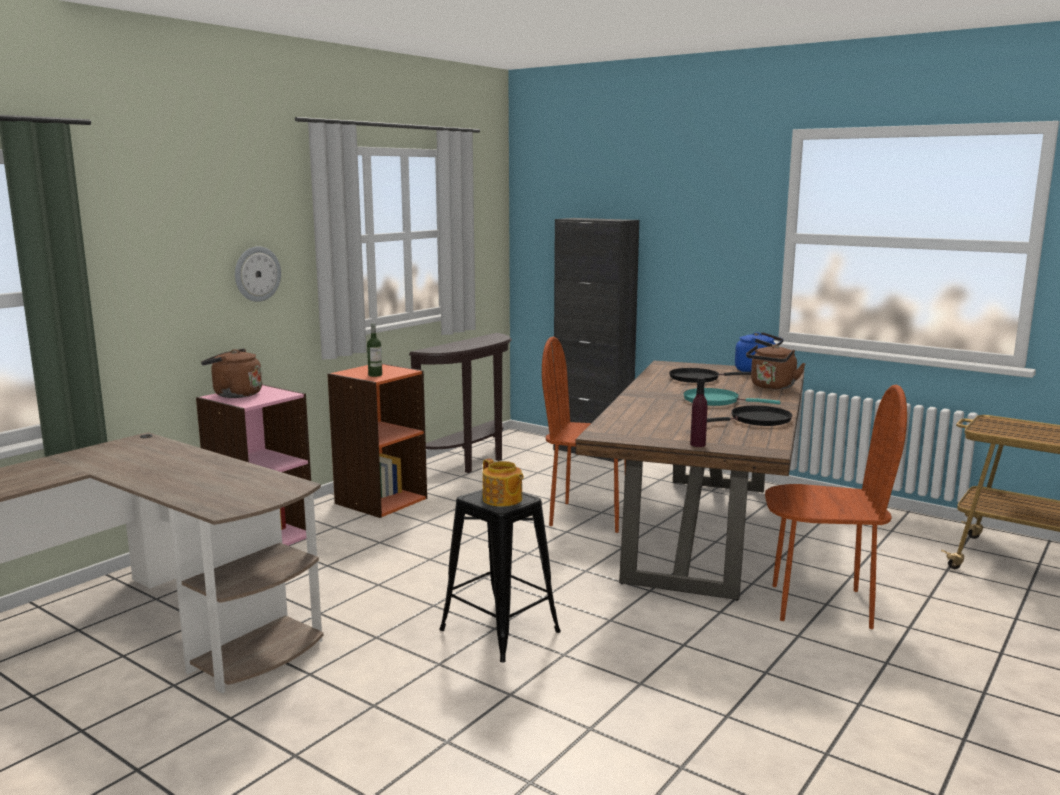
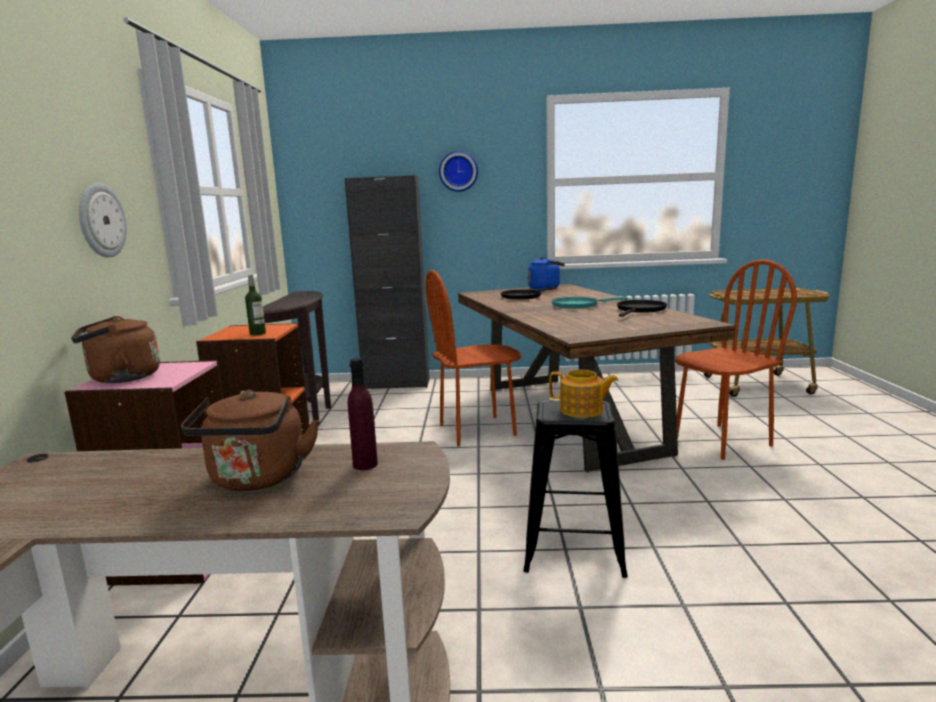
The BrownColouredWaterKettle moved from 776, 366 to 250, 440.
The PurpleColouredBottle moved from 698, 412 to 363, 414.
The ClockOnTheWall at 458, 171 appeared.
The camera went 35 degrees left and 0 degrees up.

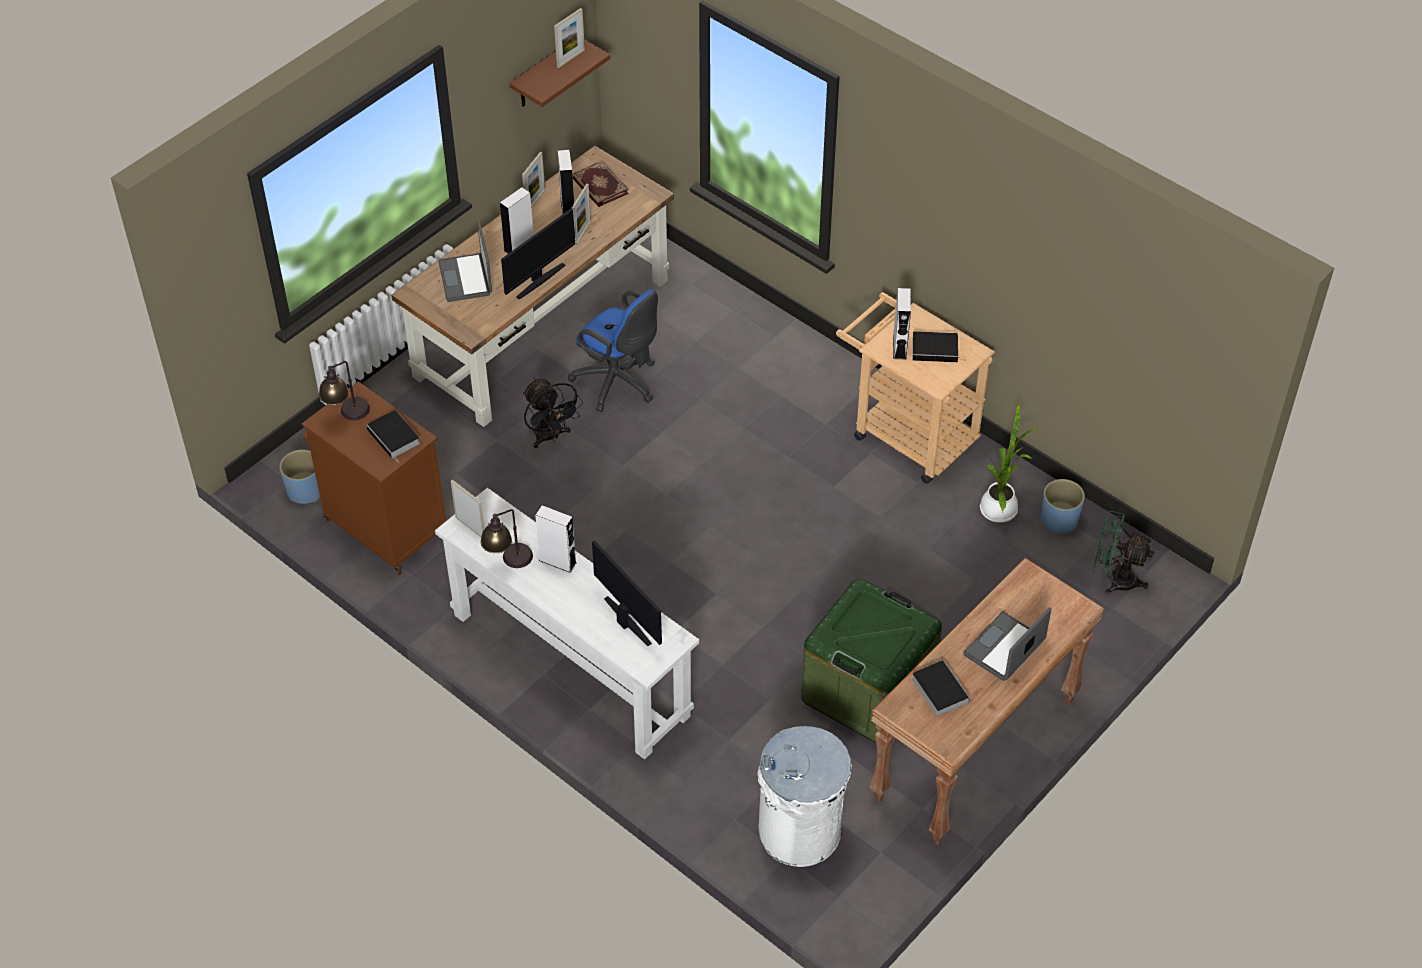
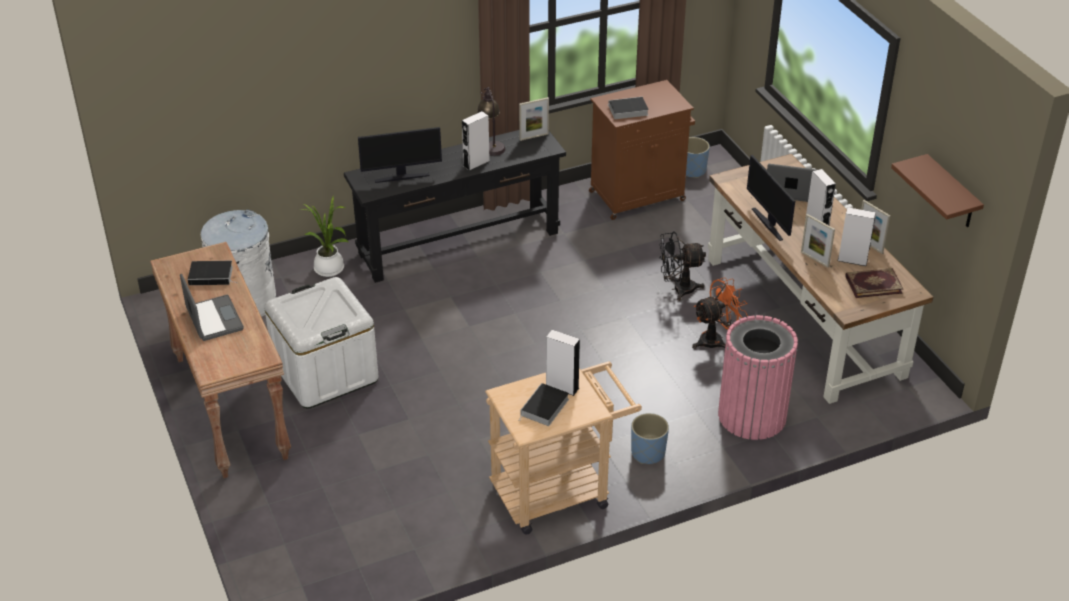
The PhotoFrame at 569, 38 disappeared.
The BlueComputerChair at 613, 350 was replaced by the OrangeyElectricFan at 720, 313.
The LampForATable at 344, 390 disappeared.
The Houseplant moved from 1010, 463 to 325, 237.
The BluePlantPot moved from 1063, 507 to 650, 438.
The WhiteColouredNarrowTable at 567, 623 became the BlackNarrowTable at 455, 206.
The GreenishElectricFan at 1123, 553 disappeared.
The GreenishStorageBin at 871, 661 became the WhiteColouredStorageBin at 322, 342.
The PinkColouredRubbishBin at 758, 377 appeared.
The camera went 115 degrees right and 10 degrees down.

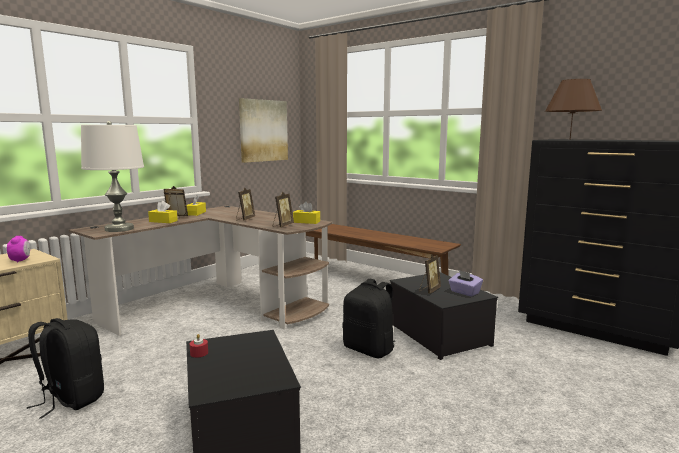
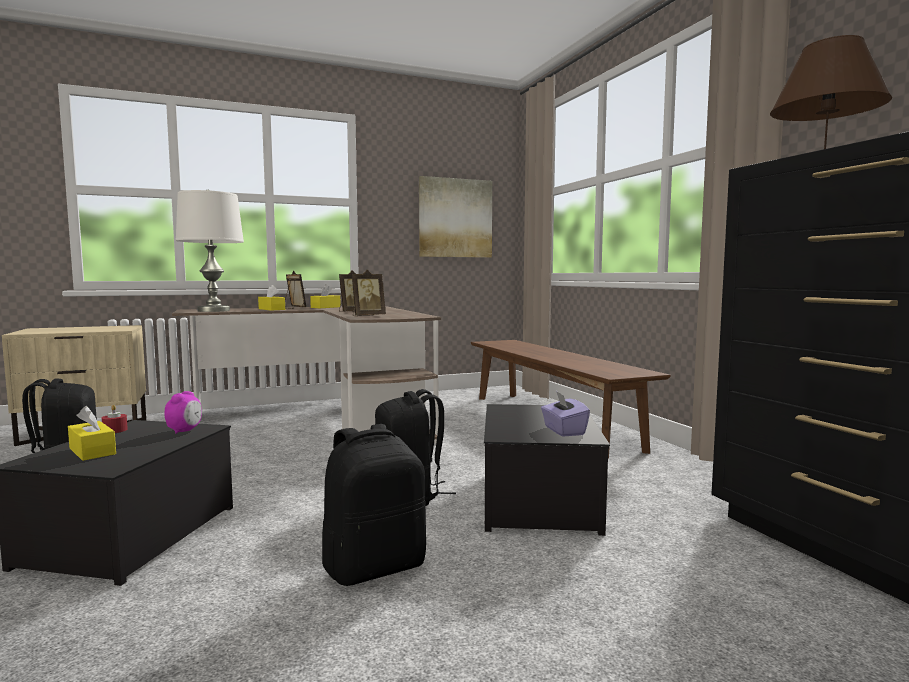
The YellowBoxOfTissues moved from 306, 212 to 92, 433.
The AlarmClock moved from 18, 249 to 183, 412.
The PhotoFrame at 430, 274 disappeared.
The BlackKnapsack at 374, 505 appeared.
The camera went 30 degrees right and 5 degrees down.

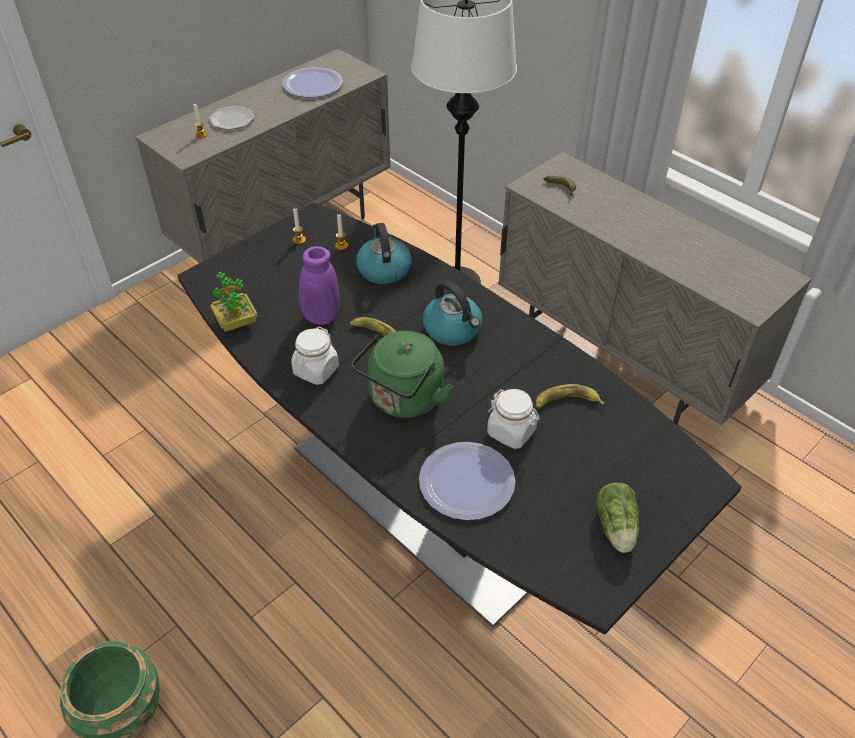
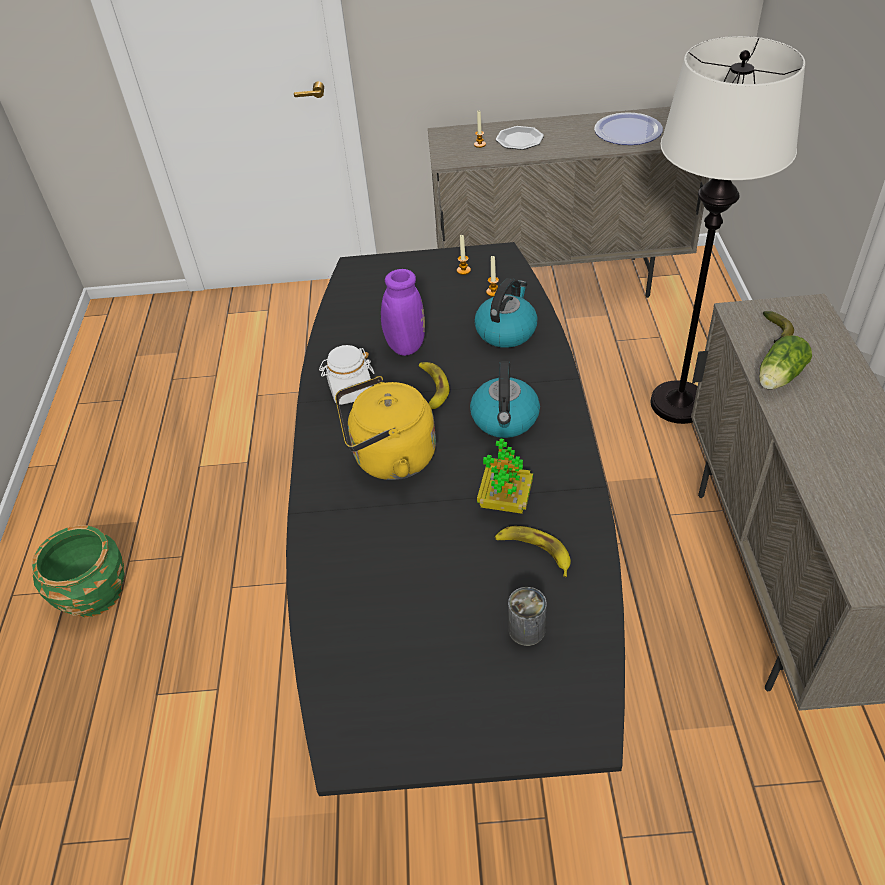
The Houseplant moved from 234, 302 to 505, 476.
The GreenishWaterKettle at 402, 374 became the YellowWaterKettle at 385, 428.
The WhiteColouredStorageJar at 513, 419 disappeared.
The Plate at 467, 481 disappeared.
The HeadOfLettuce moved from 617, 518 to 785, 362.
The SealedCan at 527, 616 appeared.
The camera went 45 degrees right and 0 degrees up.

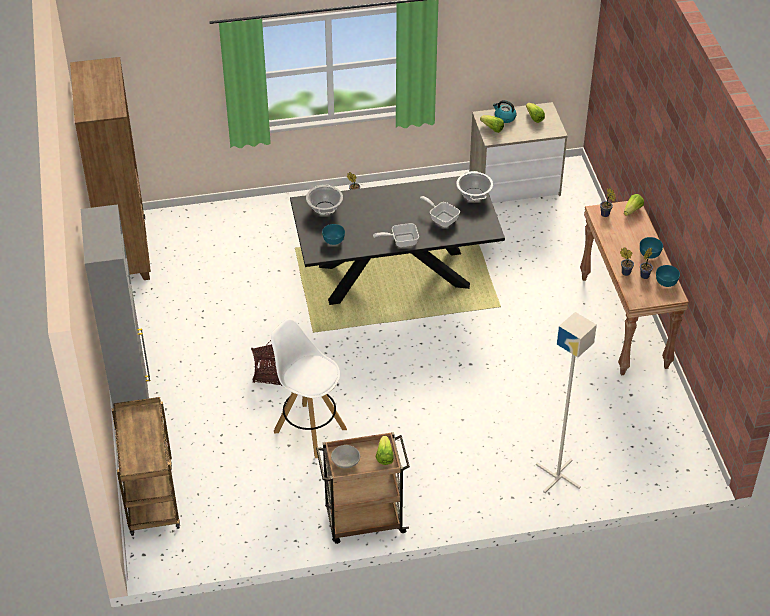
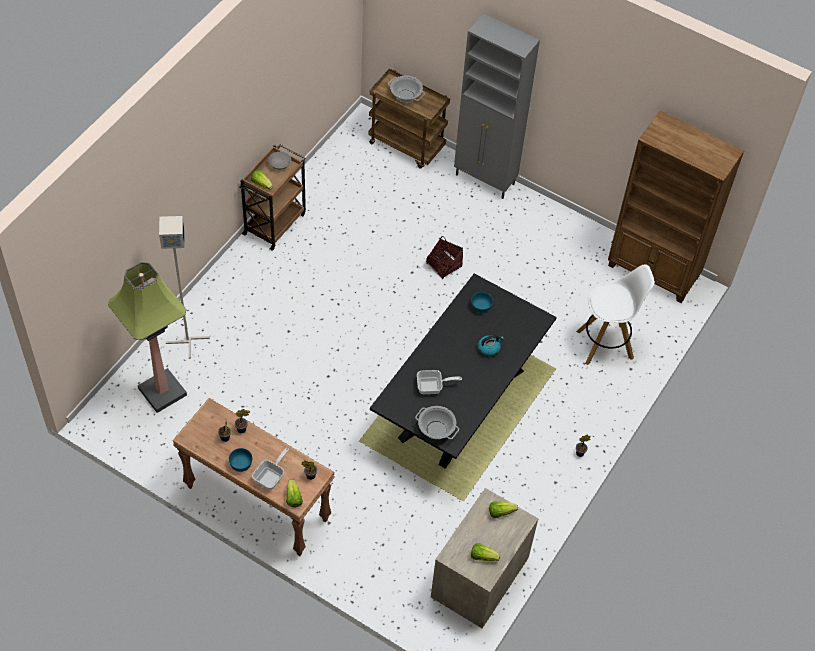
The WaterKettle moved from 504, 111 to 491, 346.
The CookingPot moved from 324, 200 to 406, 89.
The FryingPan moved from 396, 235 to 270, 469.
The BlueGreenBowl at 668, 276 disappeared.
The WhiteColouredSittingStool moved from 309, 388 to 615, 314.
The StandardLamp at 147, 337 appeared.
The camera went 130 degrees right and 10 degrees up.

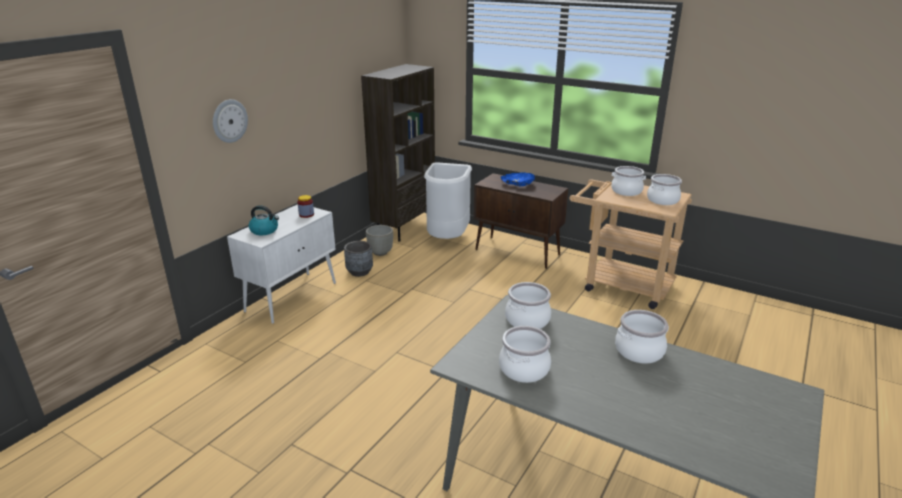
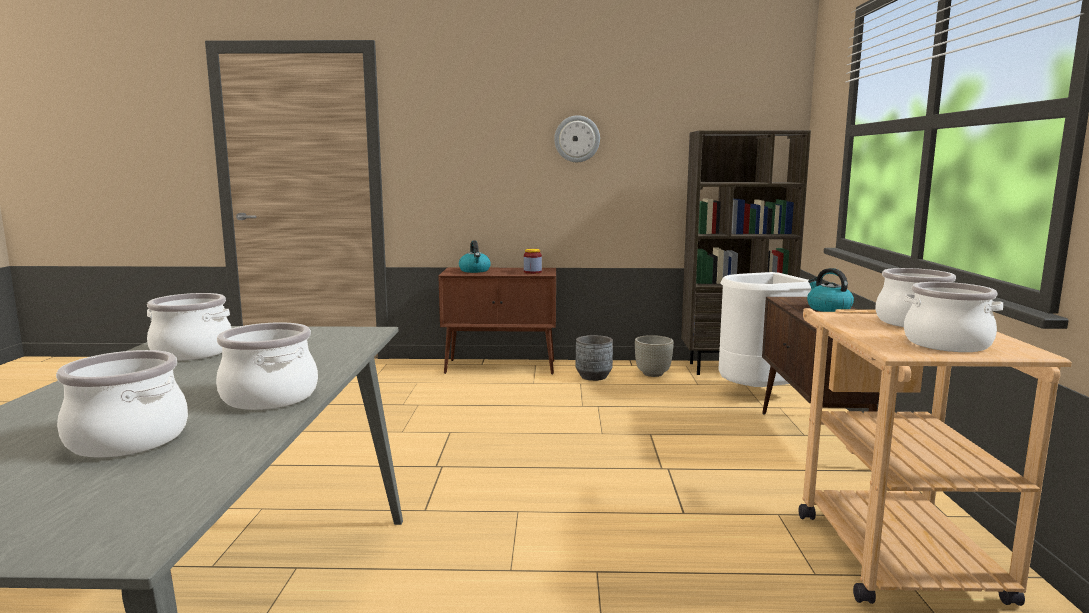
The ClockOnTheWall moved from 230, 121 to 577, 138.
The BlueBowl at 518, 179 was replaced by the WaterKettle at 830, 290.
The WhiteColouredStorageCabinet at 281, 264 became the BrownColouredStorageCabinet at 497, 321.
The CookingPot moved from 528, 305 to 122, 404.
The camera went 60 degrees right and 15 degrees down.

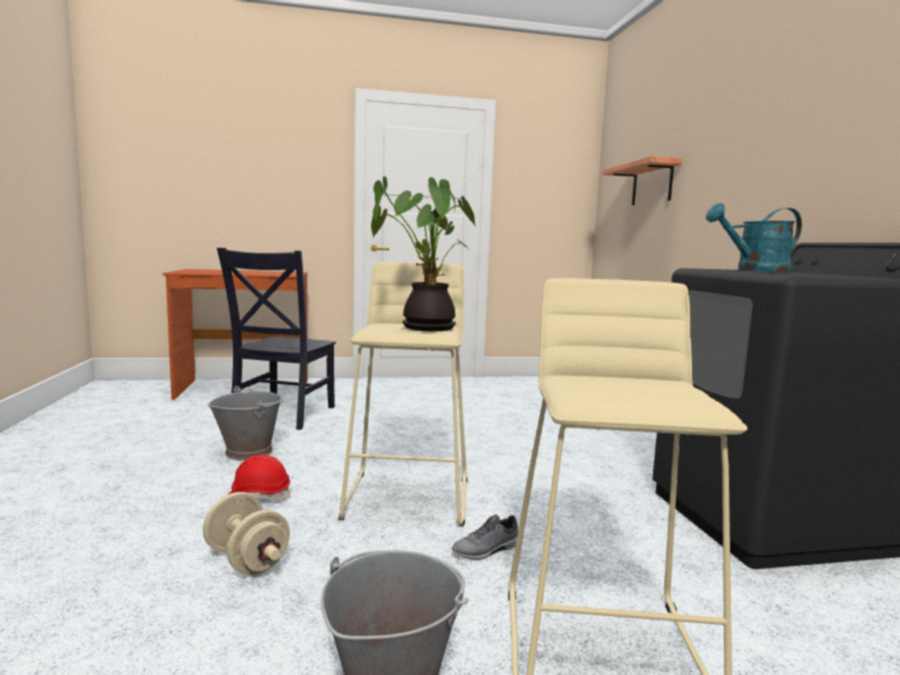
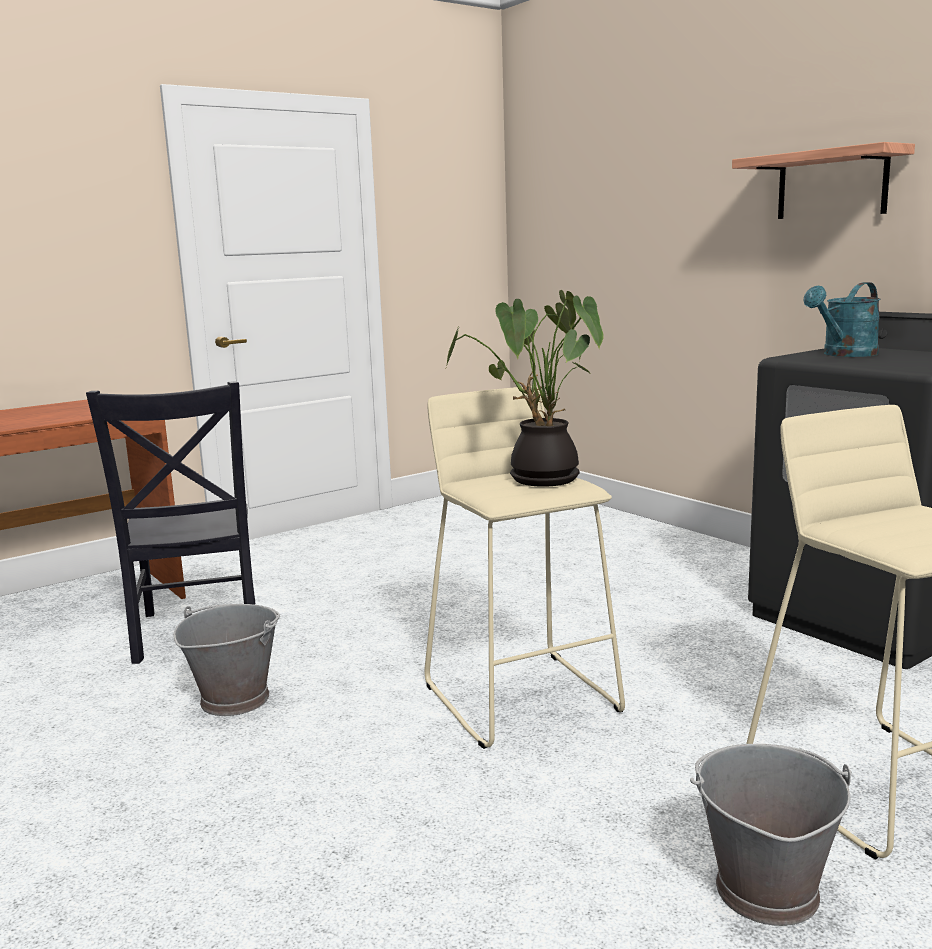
The WallShelf moved from 642, 180 to 823, 180.
The ReddishHardHat at 259, 478 disappeared.
The BeigeColouredHandWeight at 246, 534 disappeared.
The GreyLowShoe at 485, 537 disappeared.
The camera went 25 degrees left and 5 degrees up.

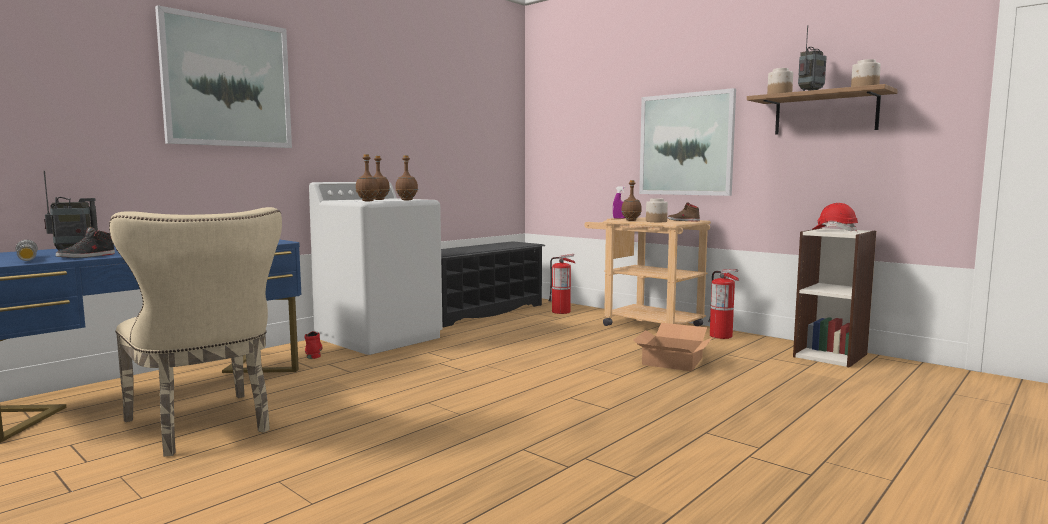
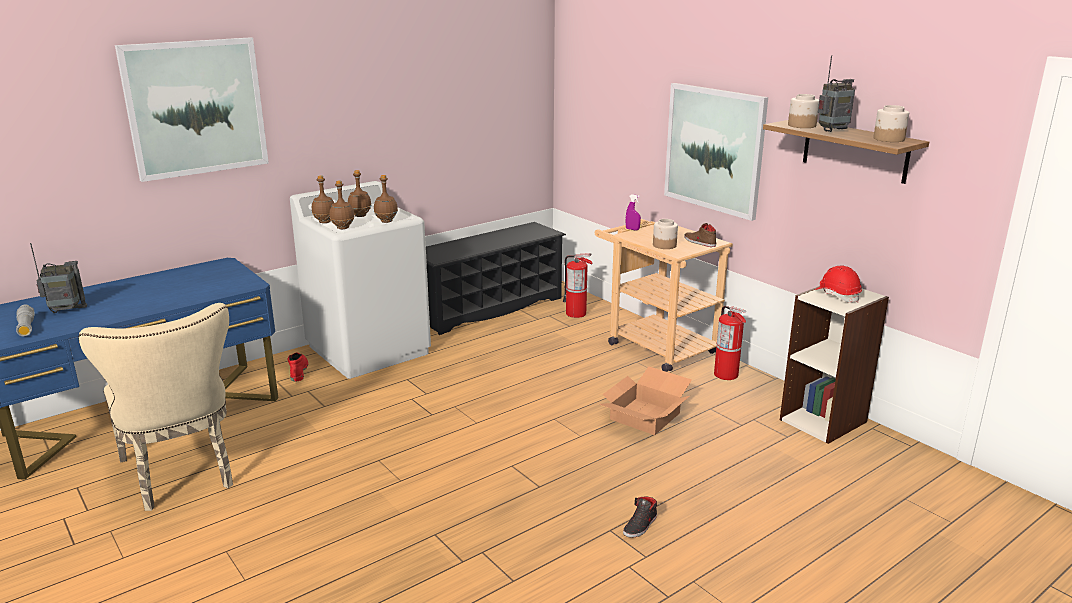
The BrownColouredBottle moved from 632, 200 to 323, 199.
The BlackLowShoe moved from 85, 242 to 640, 517.
The camera went 10 degrees right and 15 degrees up.

